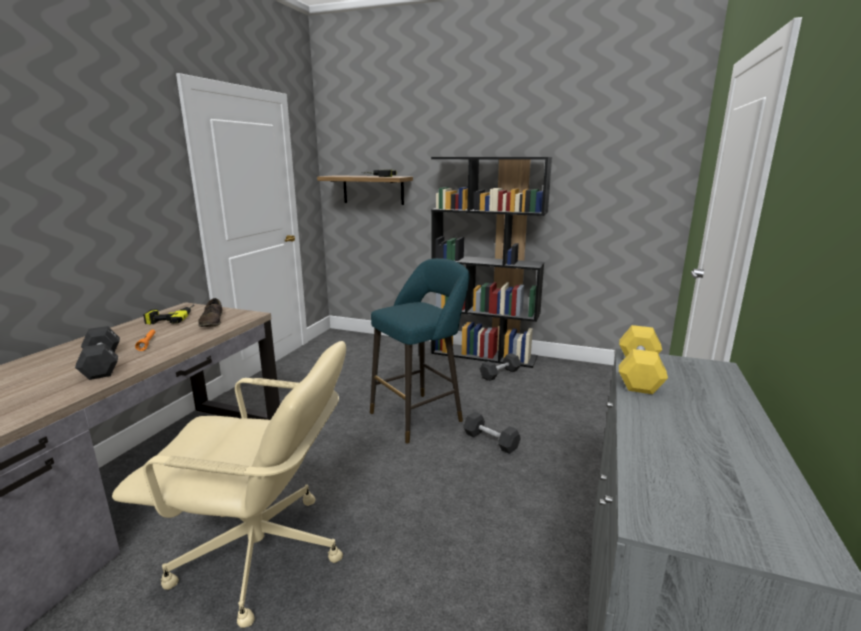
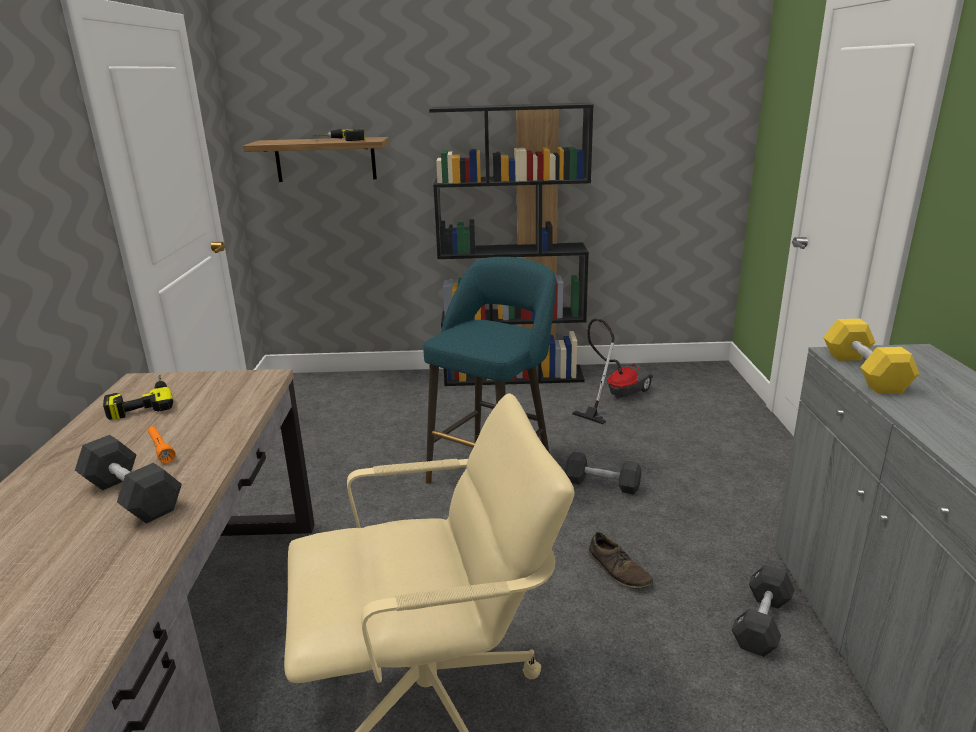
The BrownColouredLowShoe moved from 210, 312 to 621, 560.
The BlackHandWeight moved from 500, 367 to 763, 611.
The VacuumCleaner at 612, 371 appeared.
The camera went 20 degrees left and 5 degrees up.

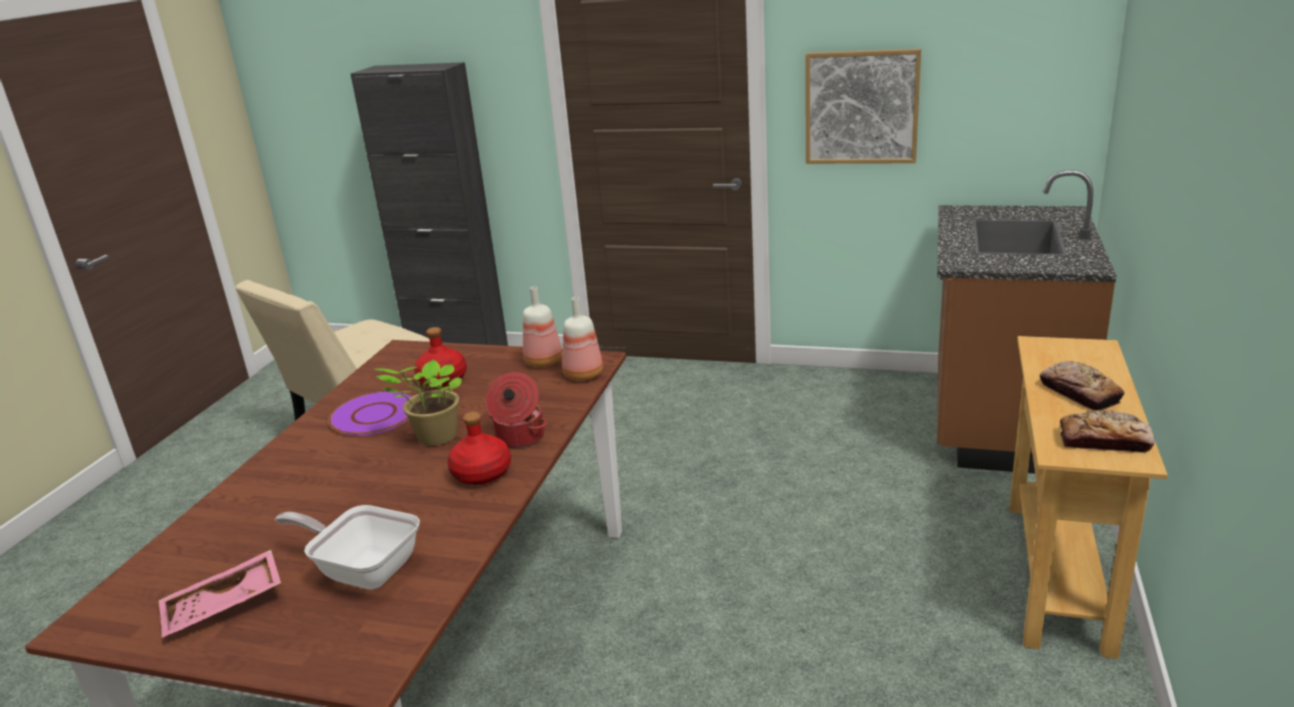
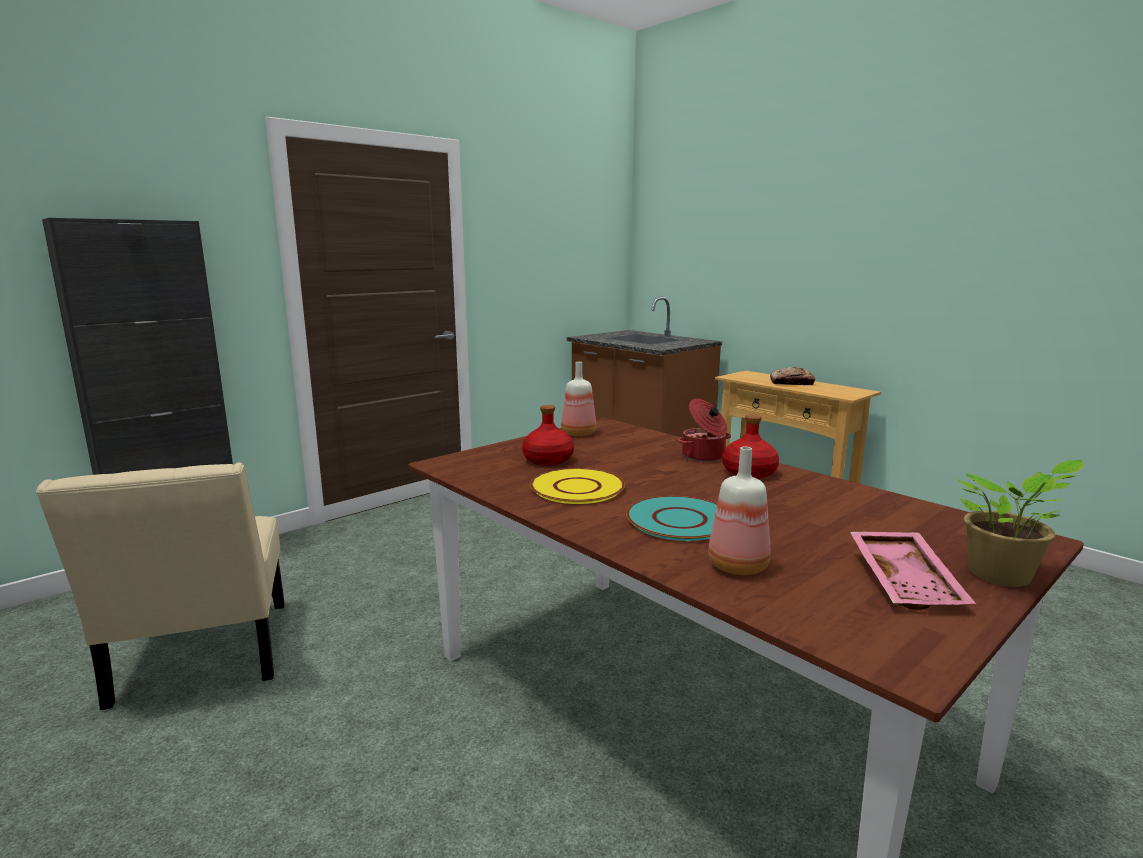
The WallArt at 863, 106 disappeared.
The Bottle moved from 582, 339 to 739, 511.
The Houseplant moved from 418, 403 to 1020, 523.
The PurpleColouredPlate at 370, 413 became the YellowPlate at 577, 486.
The Bread at 1107, 431 disappeared.
The FryingPan at 347, 547 disappeared.
The BlueGreenPlate at 671, 518 appeared.
The camera went 60 degrees left and 10 degrees down.

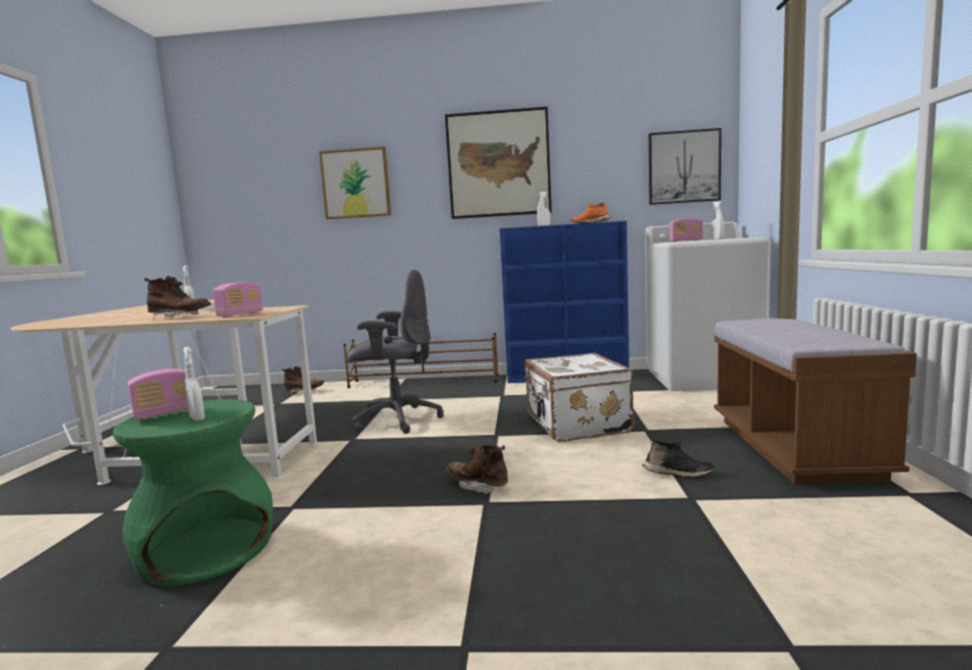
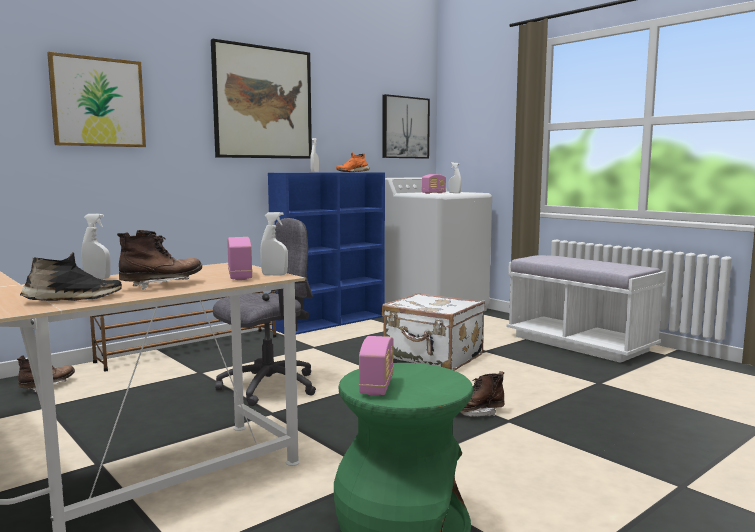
The BrownColouredBench at 815, 401 became the WhiteColouredBench at 586, 309.
The WhiteColouredSprayBottle moved from 194, 384 to 274, 243.
The BlackLowShoe moved from 677, 459 to 71, 276.
The camera went 45 degrees left and 0 degrees up.

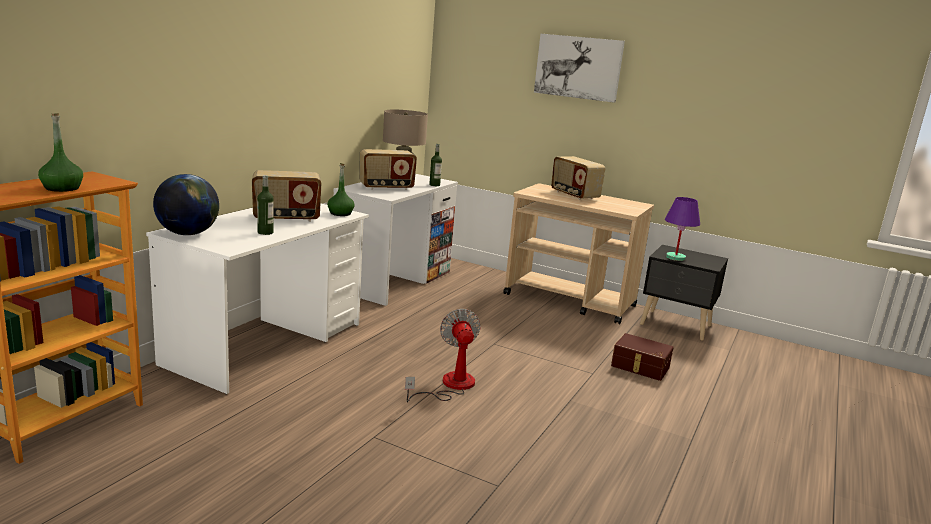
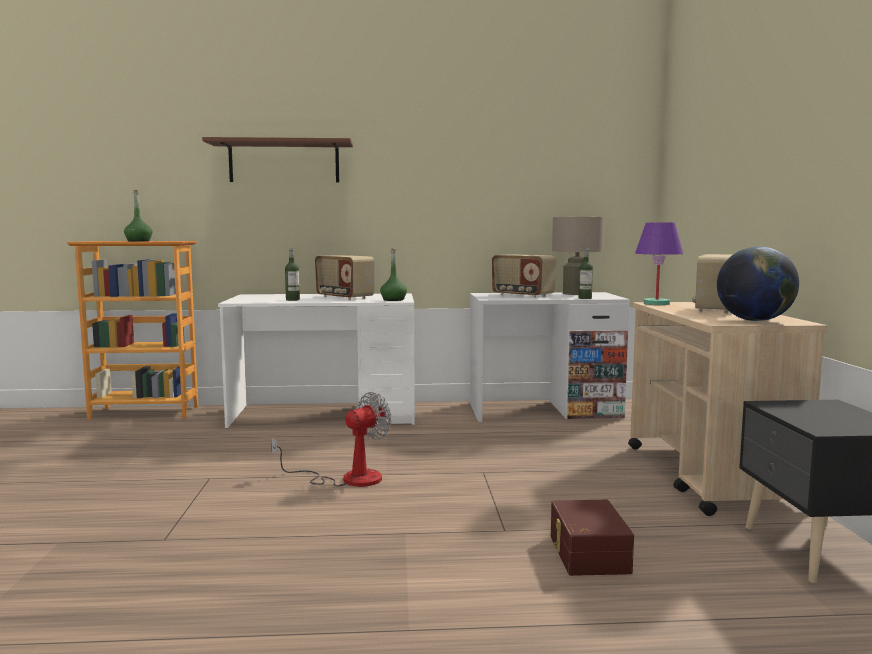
The WallArt at 579, 68 disappeared.
The DeskGlobe moved from 186, 204 to 758, 284.
The PurpleColouredLampForATable moved from 682, 229 to 659, 264.
The BrownColouredWallShelf at 277, 159 appeared.
The camera went 60 degrees right and 10 degrees down.

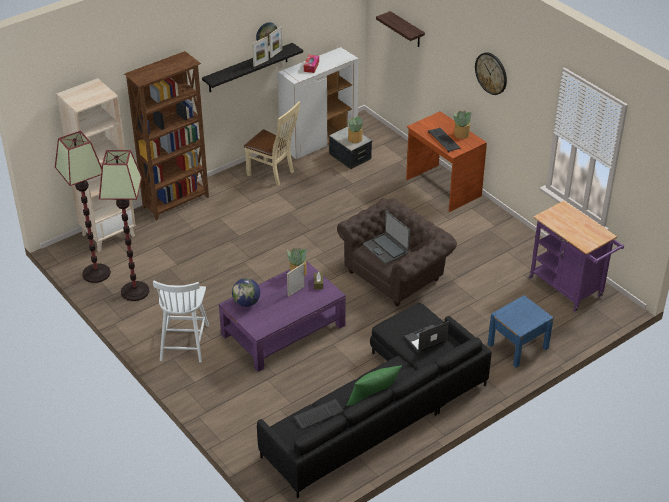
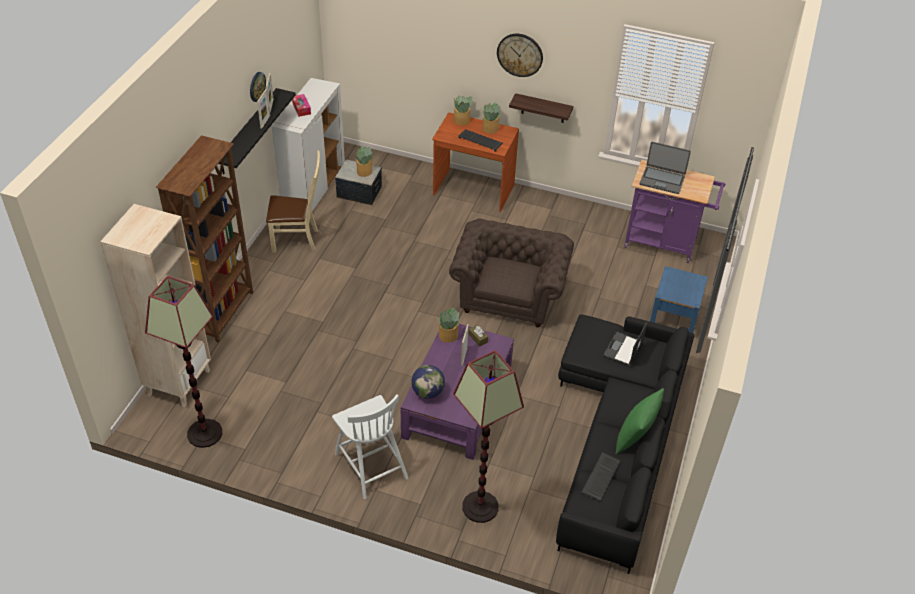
The WallShelf moved from 400, 29 to 541, 108.
The StandardLamp moved from 124, 225 to 488, 436.
The NotebookComputer moved from 386, 237 to 665, 168.
The Houseplant at 463, 110 appeared.
The camera went 35 degrees left and 5 degrees up.

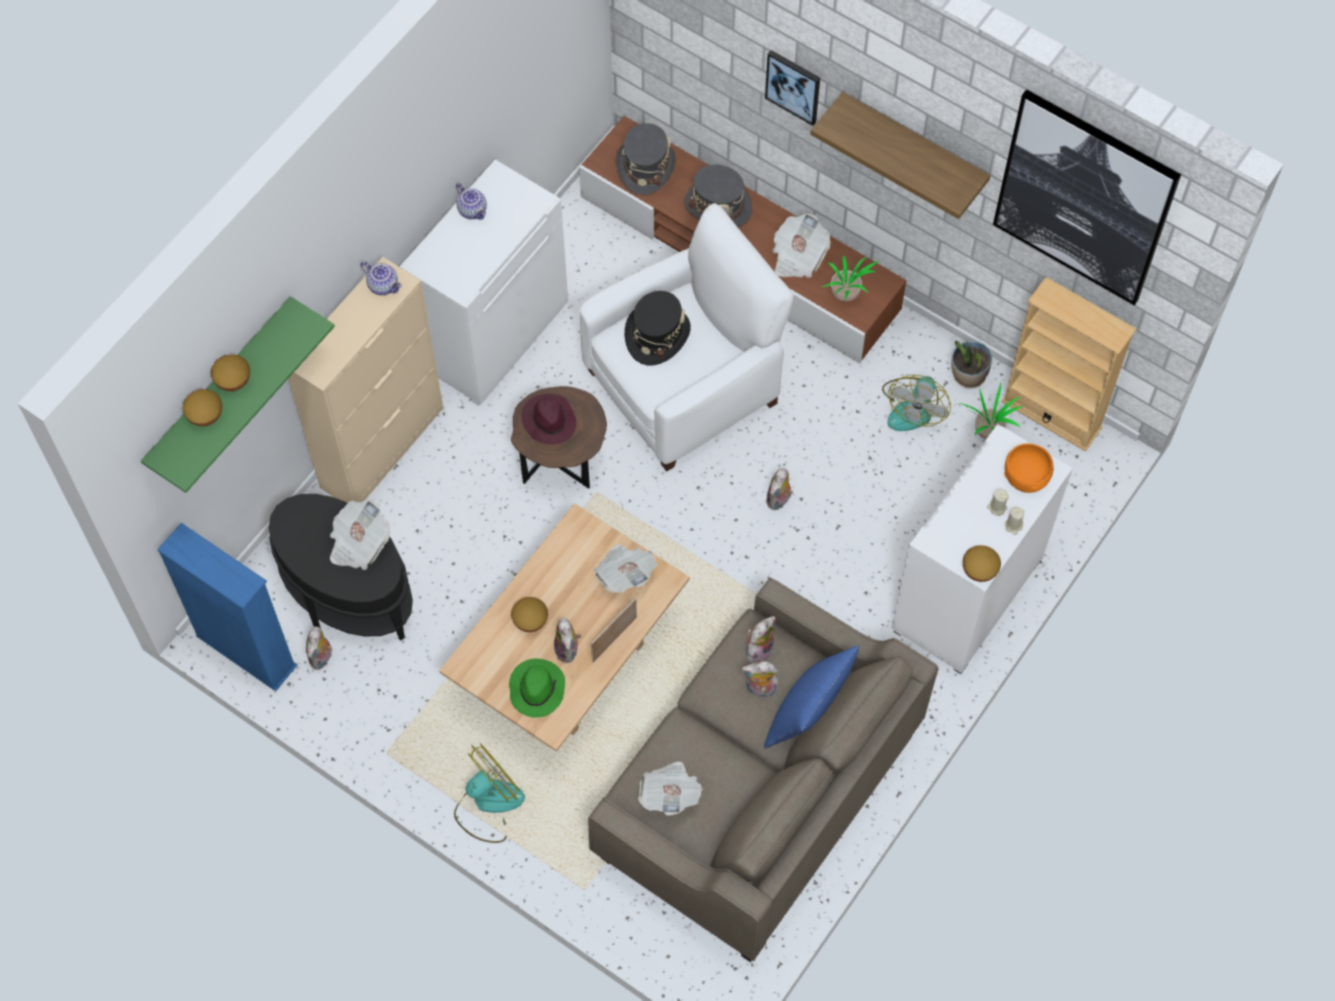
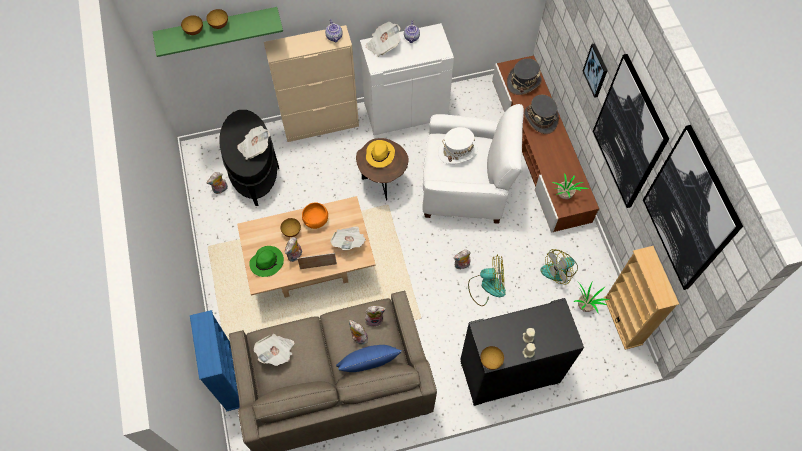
The WallShelf at 900, 155 was replaced by the WallArt at 631, 131.
The DailyPaper moved from 802, 245 to 383, 39.
The BlackClothingHat at 658, 328 became the WhiteColouredClothingHat at 458, 145.
The Houseplant at 971, 364 disappeared.
The PurpleColouredClothingHat at 548, 419 became the YellowClothingHat at 380, 154.
The WhiteColouredStorageCabinet at 982, 549 became the BlackStorageCabinet at 522, 352.
The OrangeyBowl moved from 1029, 468 to 315, 215.
The BlueBookcase moved from 227, 607 to 215, 360.
The ElectricFan moved from 489, 793 to 487, 280.
The camera went 40 degrees right and 0 degrees up.

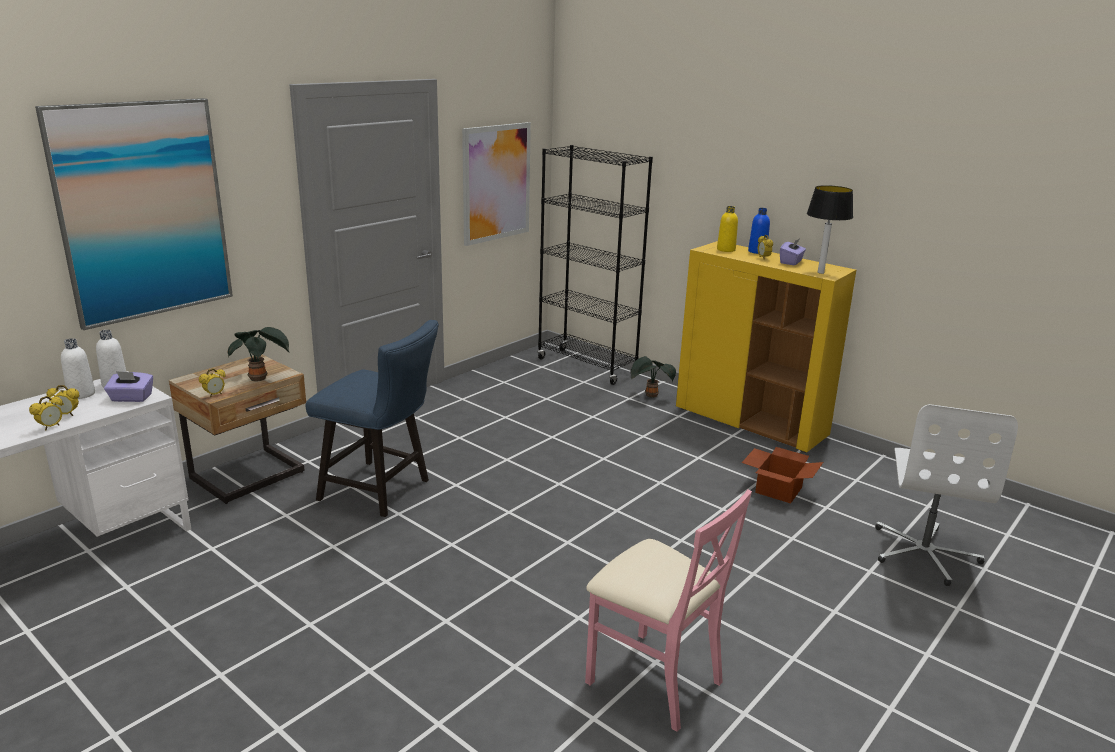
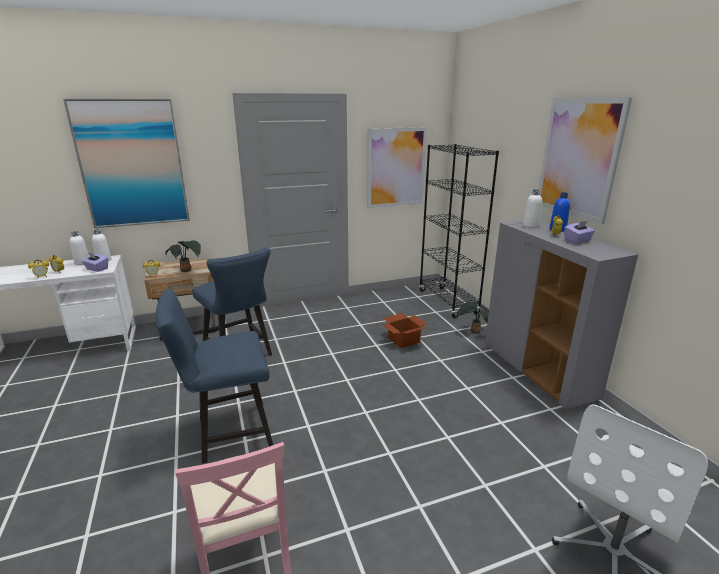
The LampForATable at 830, 229 disappeared.
The YellowBottle at 727, 229 became the WhiteColouredBottle at 532, 208.
The YellowStorageCabinet at 766, 347 became the GreyStorageCabinet at 561, 314.
The PackingBox moved from 782, 475 to 404, 330.
The WallArt at 585, 160 appeared.
The BlueChair at 214, 376 appeared.
The camera went 30 degrees right and 0 degrees up.

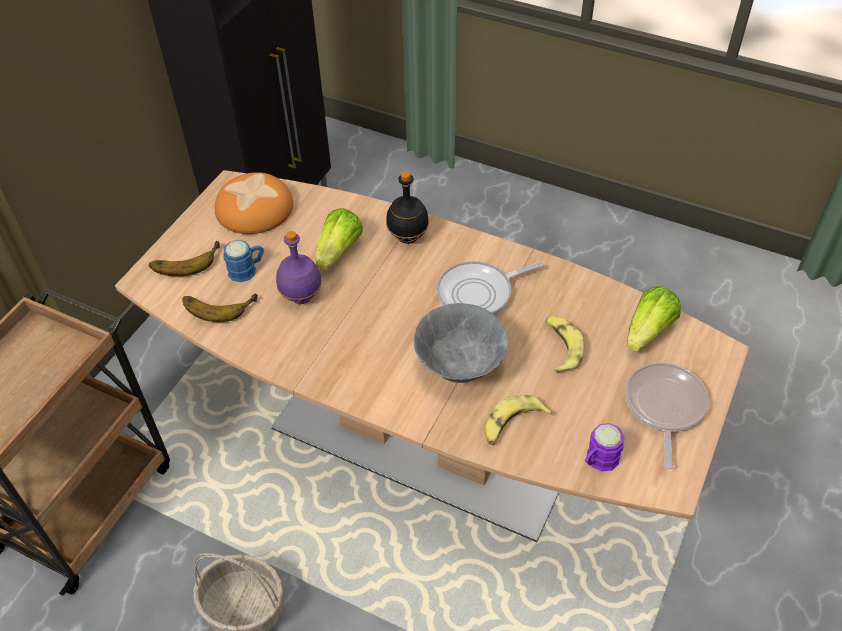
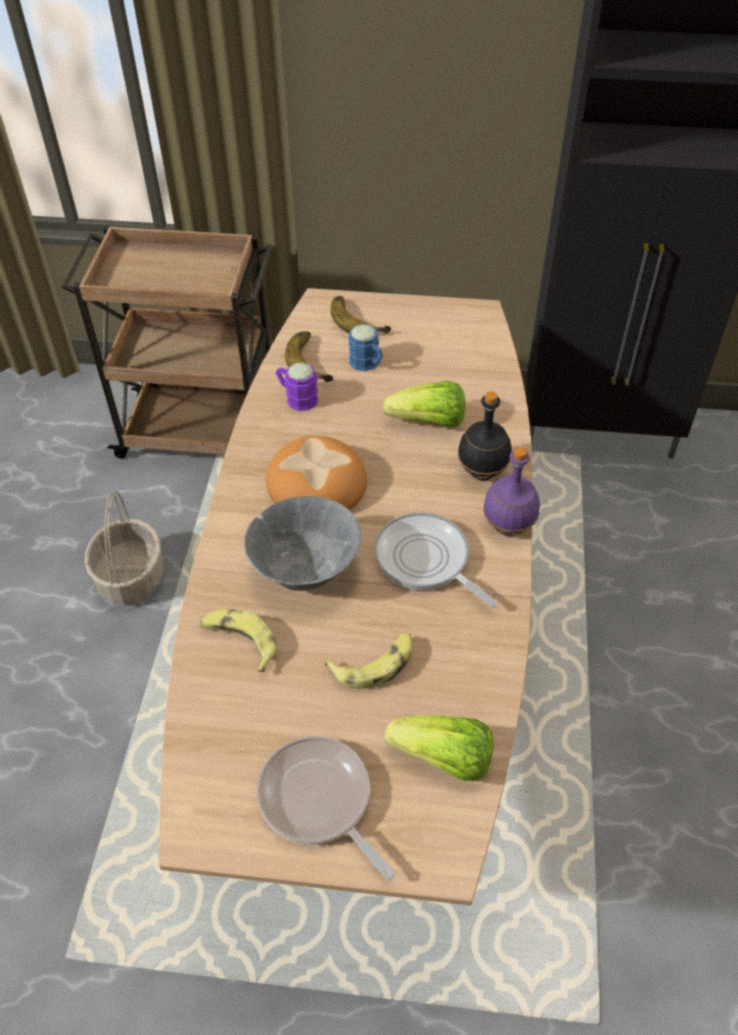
The Bread moved from 254, 203 to 316, 473.
The PurpleColouredBottle moved from 299, 267 to 511, 491.
The FryingPan at 667, 415 turned 120 degrees counterclockwise.
The PurpleColouredMug moved from 604, 447 to 297, 386.
The camera went 70 degrees right and 0 degrees up.

